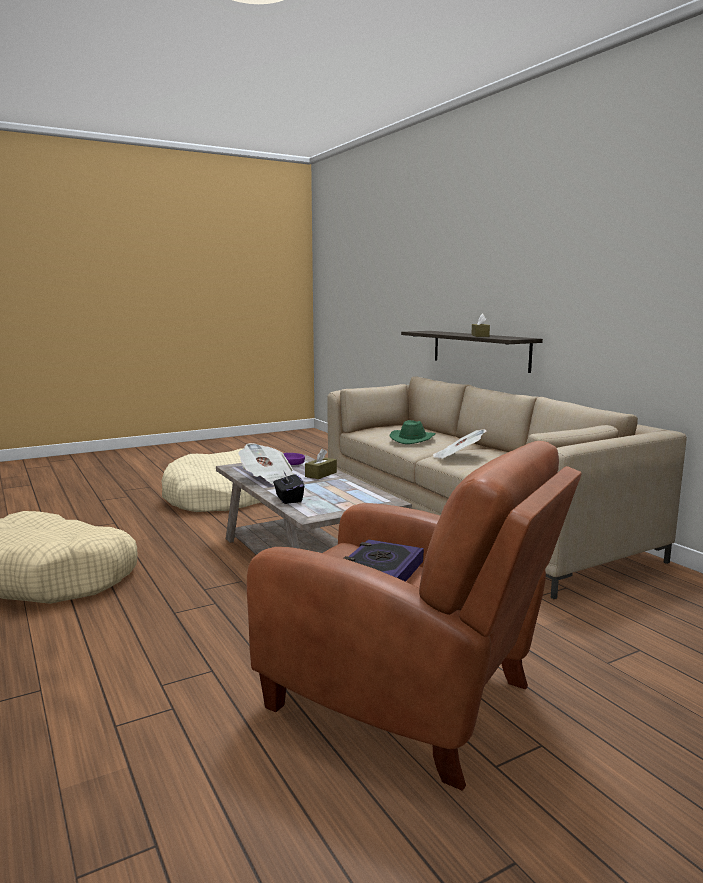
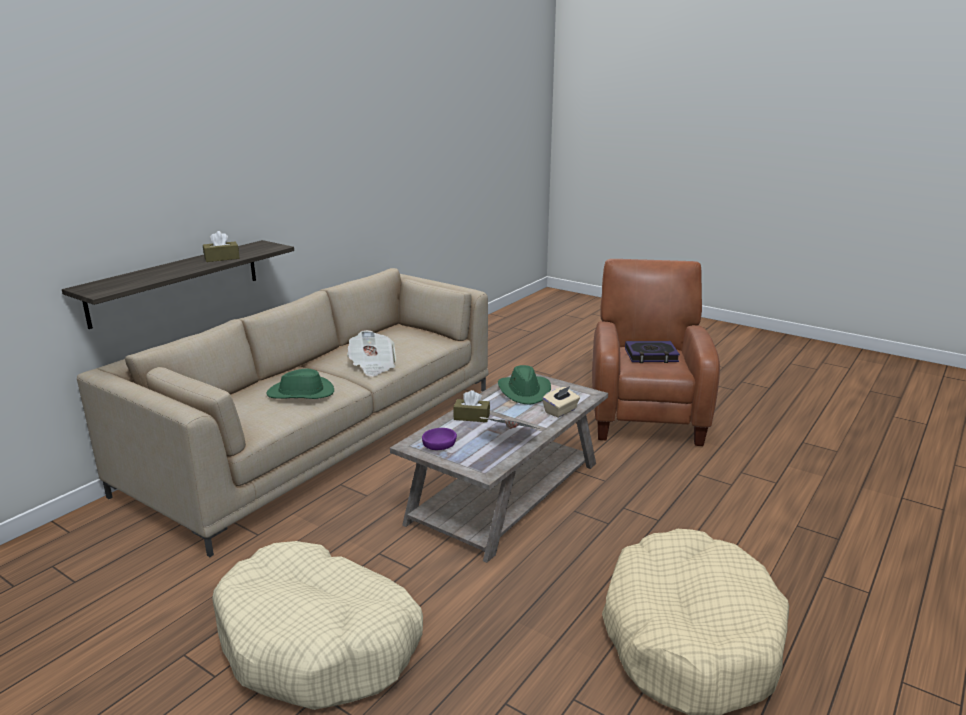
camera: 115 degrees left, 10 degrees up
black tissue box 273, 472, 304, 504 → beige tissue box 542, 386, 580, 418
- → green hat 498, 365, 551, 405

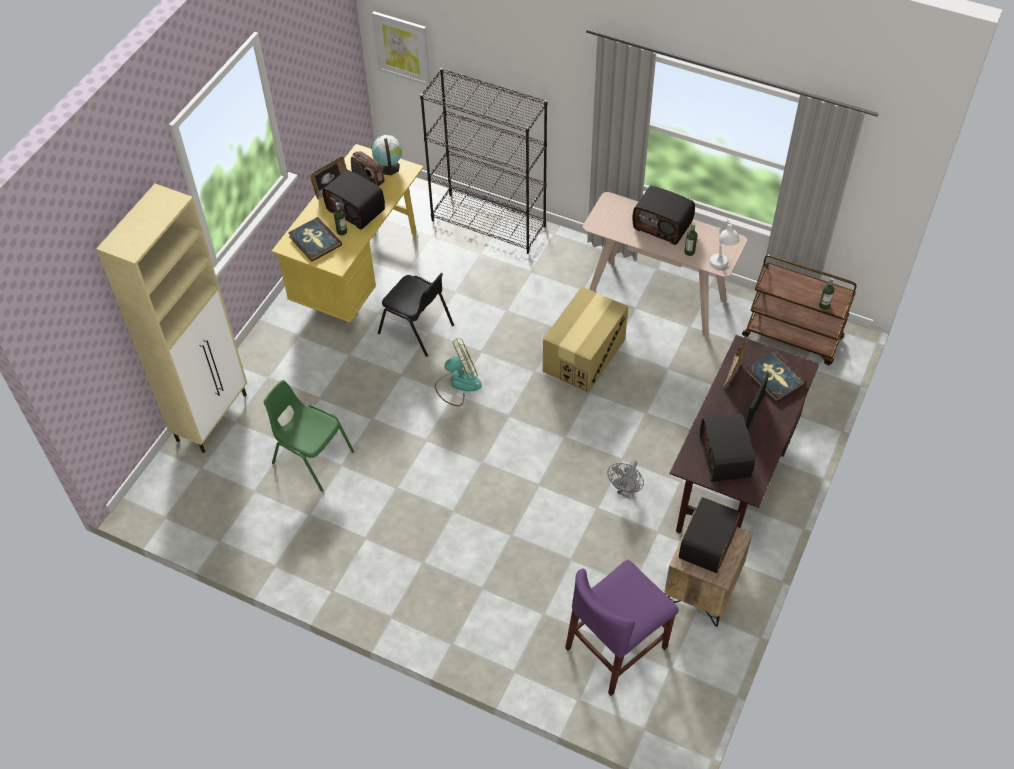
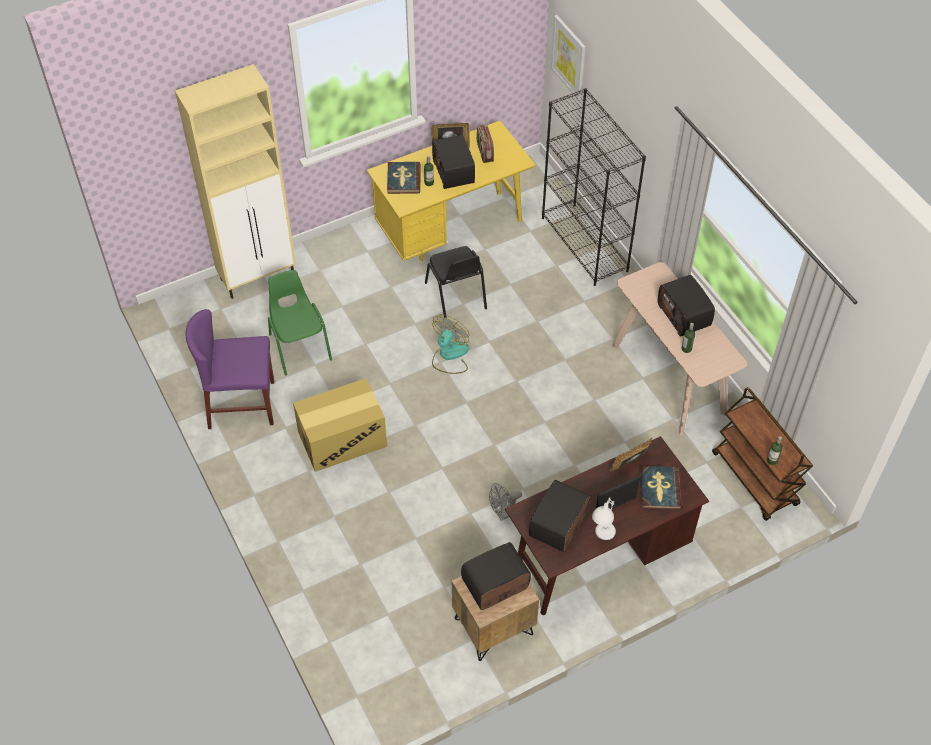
camera: 35 degrees right, 0 degrees up
globe 372, 135, 402, 175 → -
fan 435, 338, 482, 406 → fan 432, 314, 469, 374, 75 degrees counterclockwise
cardboard box 543, 287, 628, 393 → cardboard box 293, 378, 387, 472, shifted
purple chair 565, 560, 679, 696 → purple chair 186, 309, 274, 429, shifted
white table lamp 710, 219, 739, 269 → white table lamp 592, 499, 616, 540, shifted

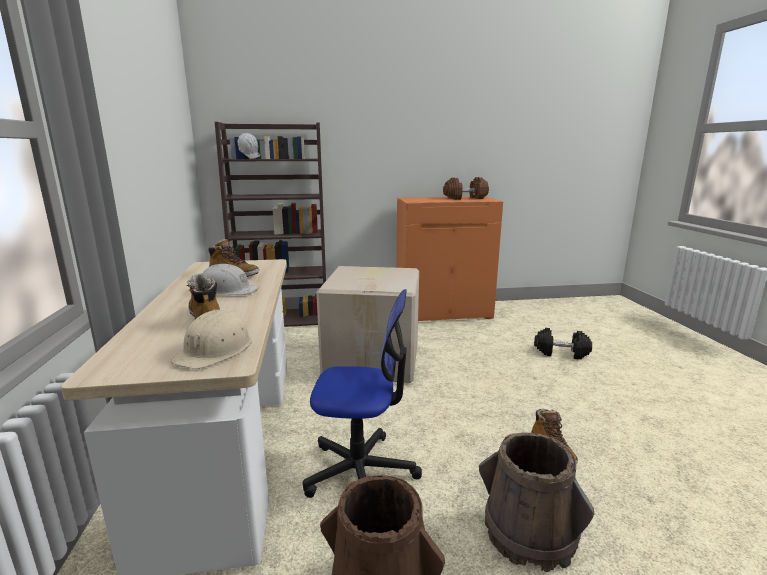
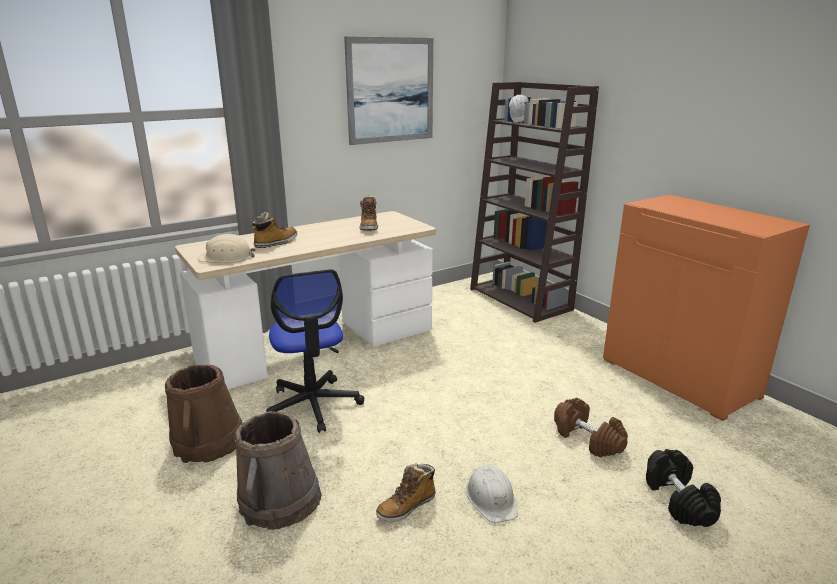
camera: 65 degrees right, 5 degrees up
white hard hat 202, 264, 259, 295 → white hard hat 466, 465, 518, 523, shifted
cardboard box 316, 266, 419, 383 → -
brown dumbbell 443, 177, 489, 200 → brown dumbbell 554, 398, 628, 458, shifted
- → picture 344, 36, 433, 145

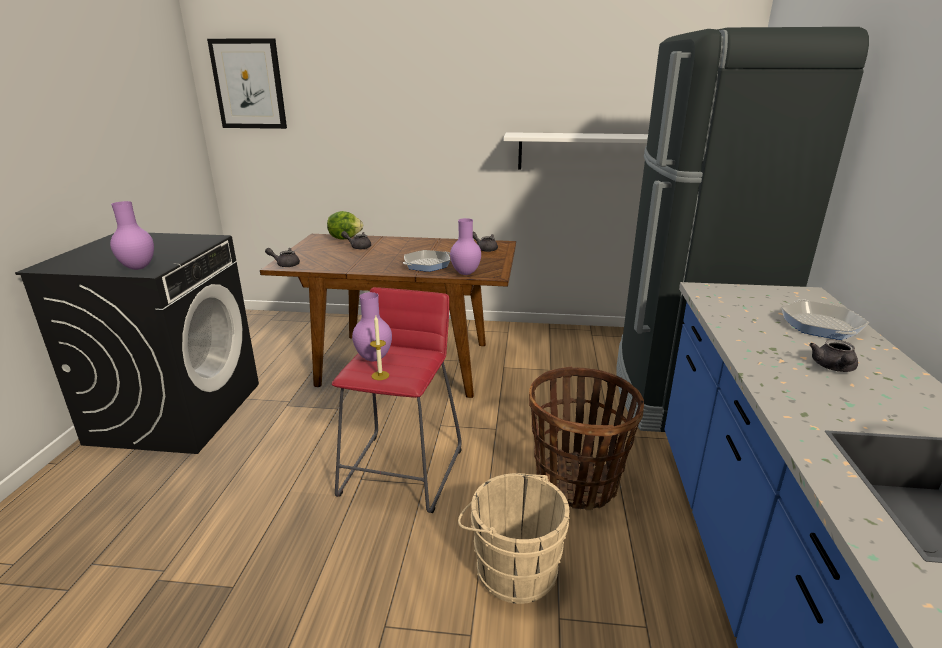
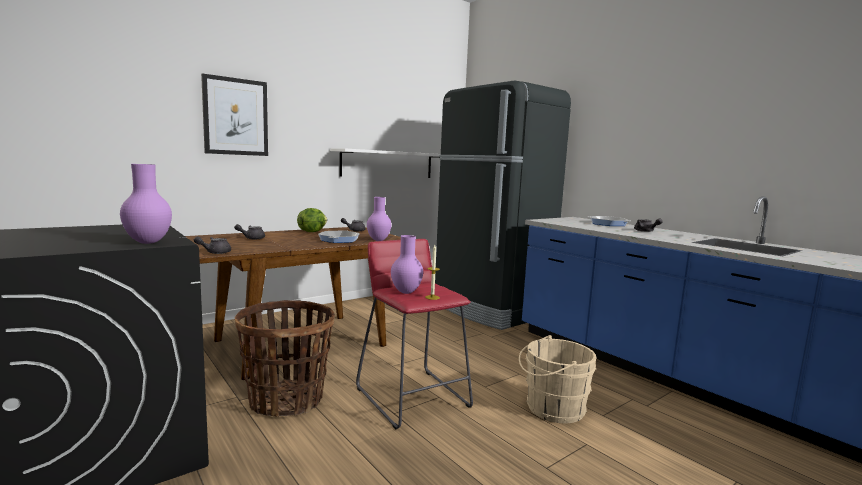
camera: 45 degrees left, 15 degrees down
picture 207, 38, 287, 129 → picture 201, 73, 268, 156, shifted
lettuce 327, 211, 363, 239 → lettuce 297, 208, 327, 232, shifted
basket 529, 366, 644, 510 → basket 235, 300, 335, 417, shifted

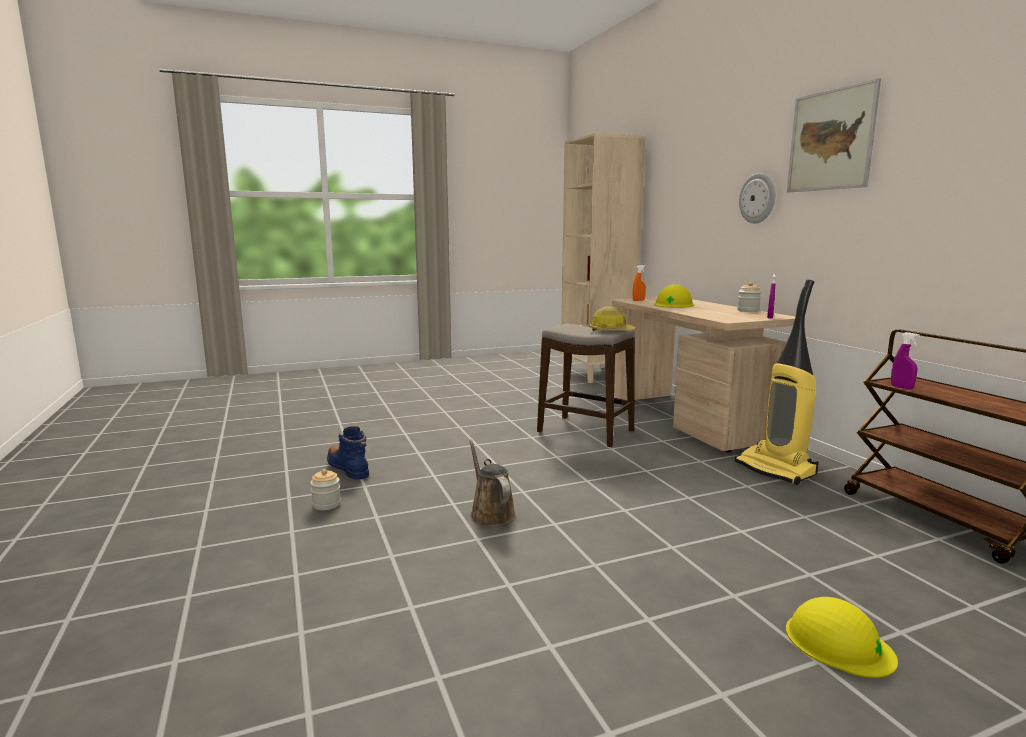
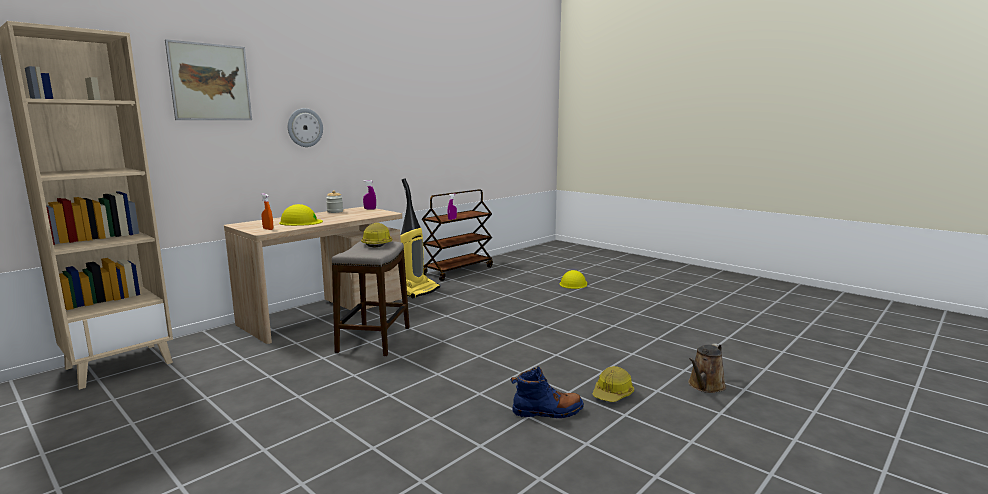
camera: 115 degrees left, 0 degrees up
jar 310, 469, 341, 510 → hard hat 592, 366, 634, 402
blue boot 327, 426, 369, 480 → blue boot 510, 366, 584, 418, 120 degrees counterclockwise
brown watering can 469, 439, 516, 526 → brown watering can 688, 343, 726, 393, shifted
picture 787, 78, 881, 193 → picture 165, 39, 252, 120, shifted

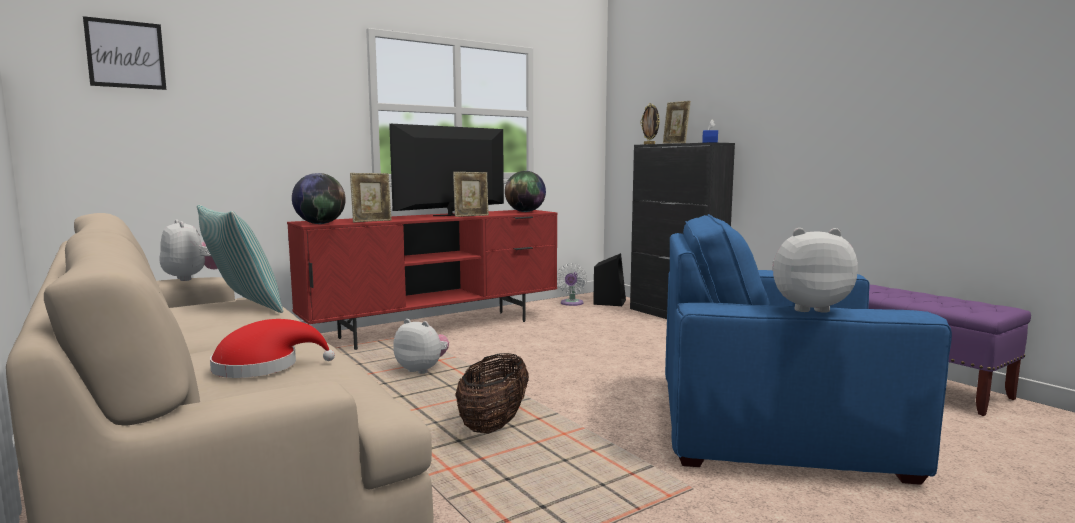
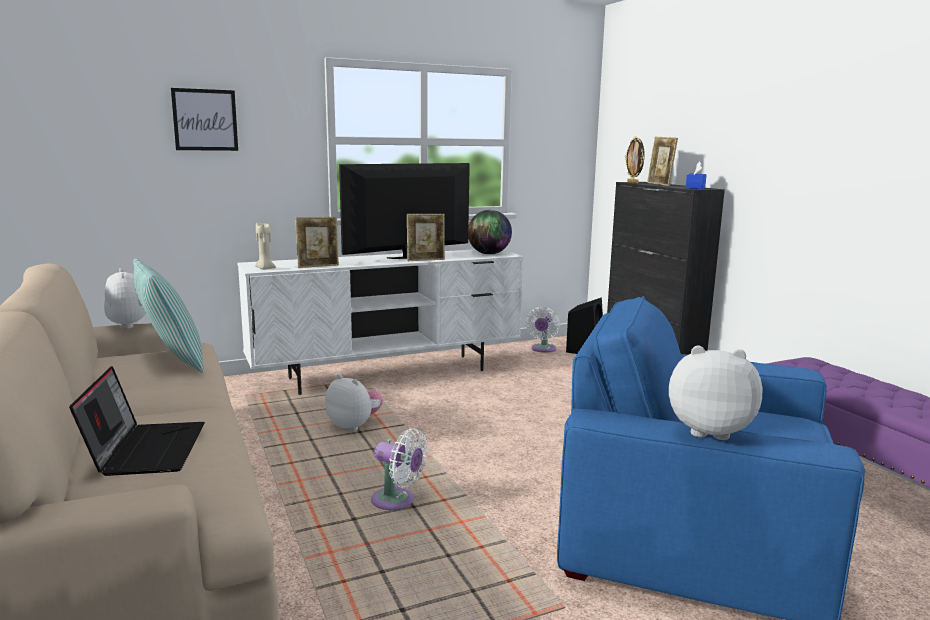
camera: 10 degrees right, 5 degrees up
picture 83, 16, 166, 90 → picture 171, 88, 238, 151, shifted
red hat 210, 319, 335, 378 → laptop 69, 366, 205, 476
red tv stand 287, 210, 558, 350 → white tv stand 237, 249, 524, 395
globe 292, 173, 346, 224 → beige candle 255, 223, 276, 270
basket 455, 353, 529, 434 → white fan 371, 429, 428, 510

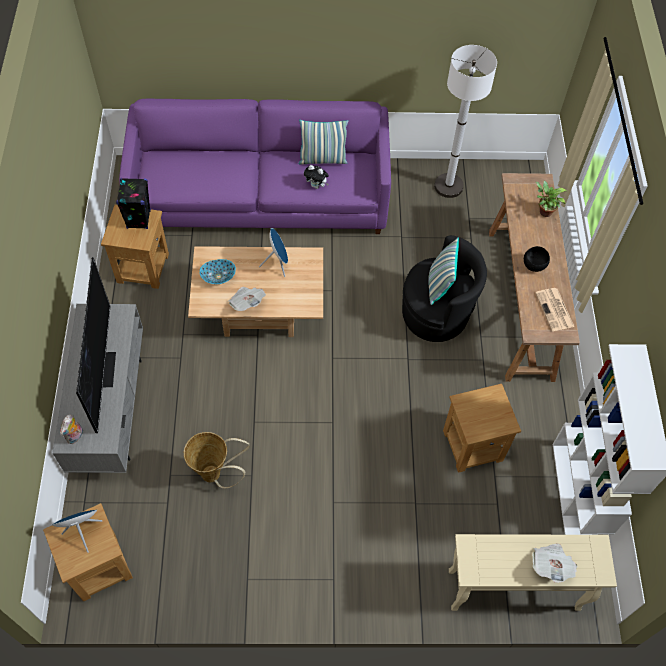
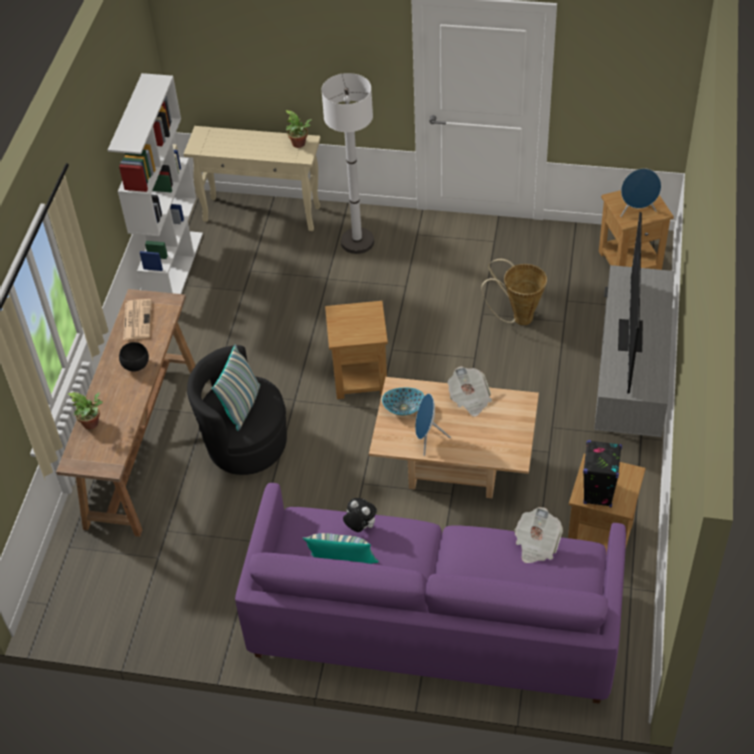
camera: 165 degrees left, 10 degrees down
plush toy 60, 415, 83, 444 → -
bowl 199, 259, 236, 284 → bowl 382, 388, 424, 415, shifted
white floor lamp 434, 45, 497, 198 → white floor lamp 321, 73, 374, 254, shifted
brown side table 443, 384, 521, 473 → brown side table 325, 301, 388, 399, shifted
newspaper 532, 543, 577, 583 → newspaper 514, 507, 563, 563, shifted
- → potted plant 285, 110, 312, 148

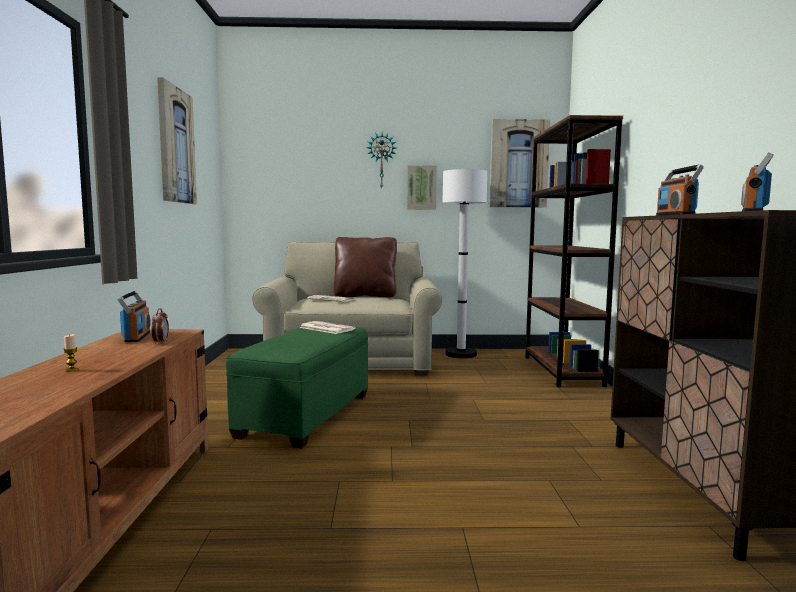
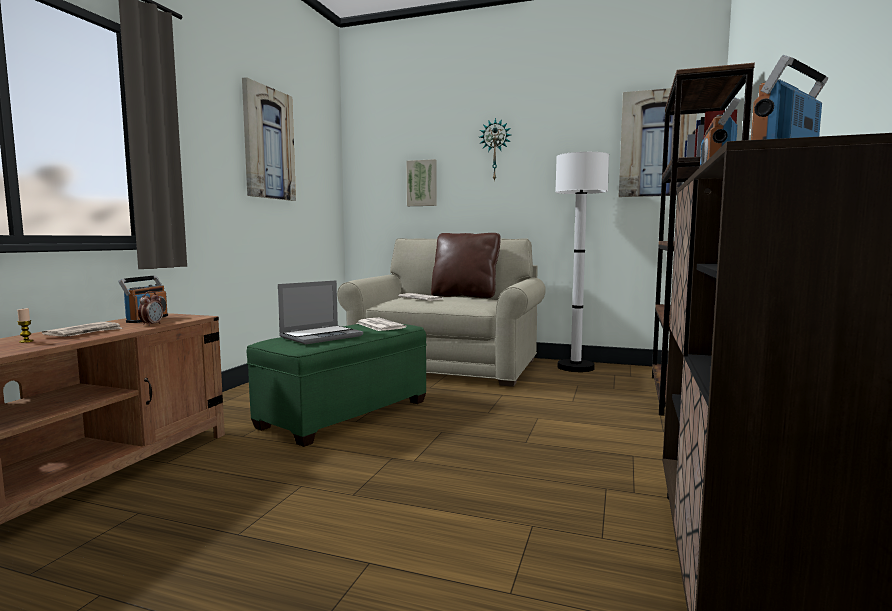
camera: 20 degrees right, 0 degrees up
picture 407, 165, 437, 210 → picture 407, 159, 437, 206, shifted
- → newspaper 42, 322, 123, 337
- → laptop 278, 280, 363, 344

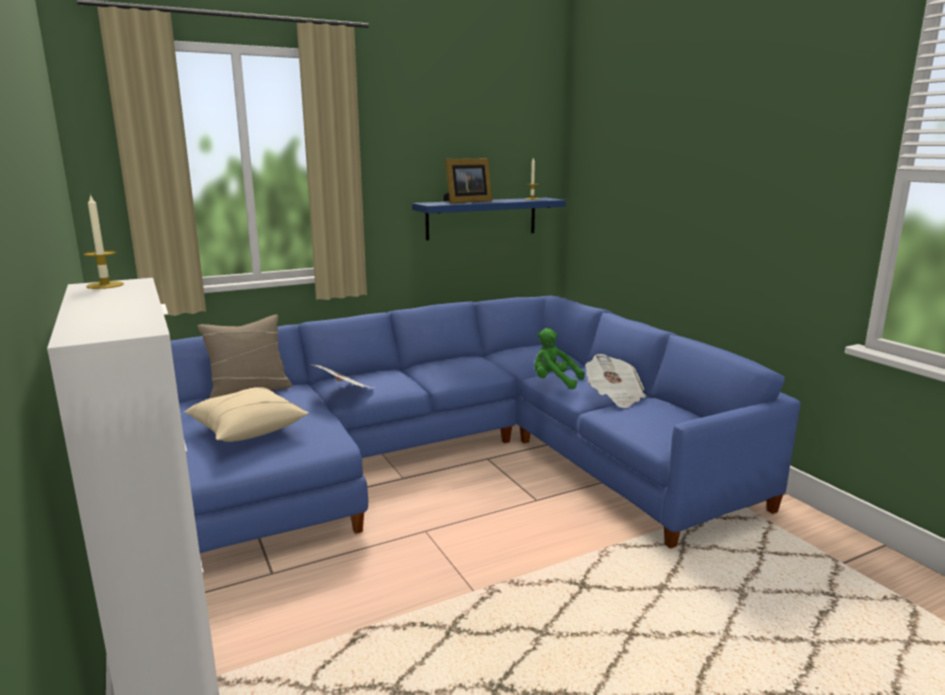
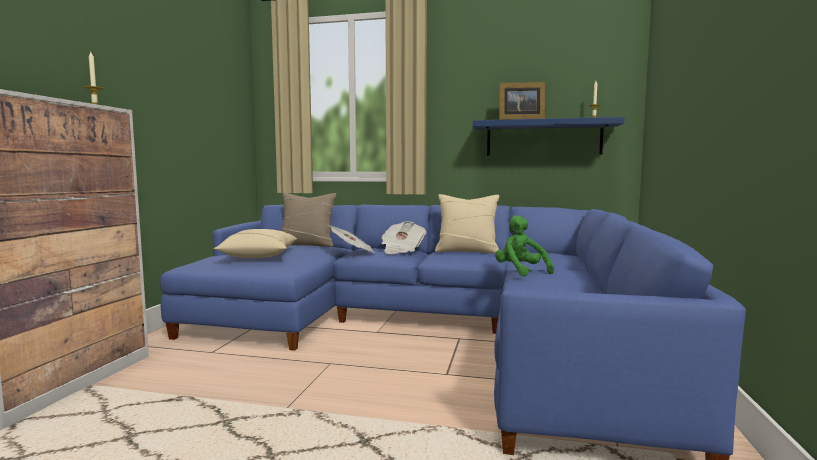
camera: 40 degrees right, 10 degrees down
newspaper 585, 354, 646, 408 → newspaper 381, 221, 426, 254, shifted
- → beige pillow 435, 194, 499, 254

